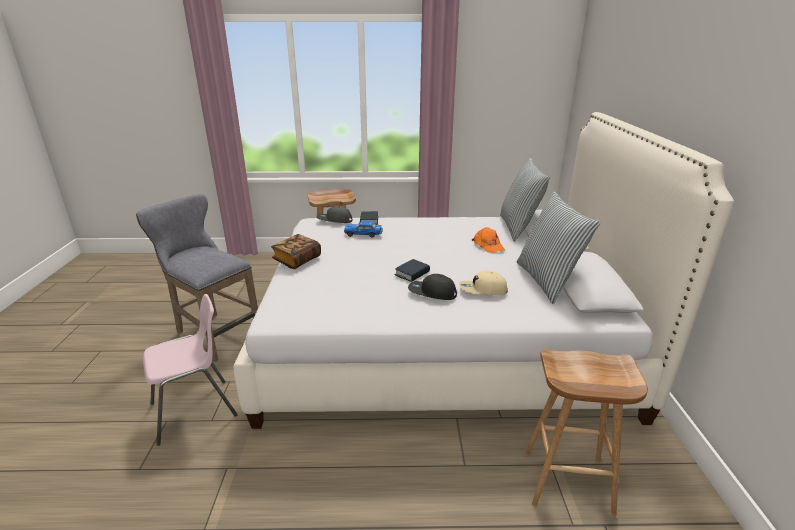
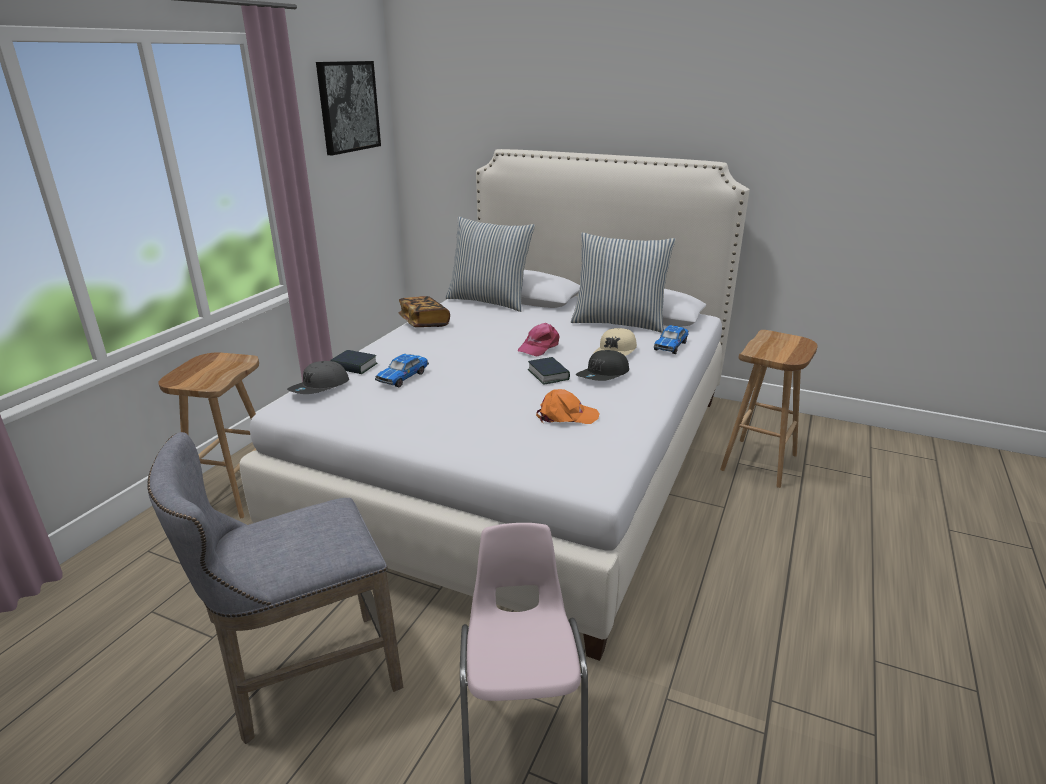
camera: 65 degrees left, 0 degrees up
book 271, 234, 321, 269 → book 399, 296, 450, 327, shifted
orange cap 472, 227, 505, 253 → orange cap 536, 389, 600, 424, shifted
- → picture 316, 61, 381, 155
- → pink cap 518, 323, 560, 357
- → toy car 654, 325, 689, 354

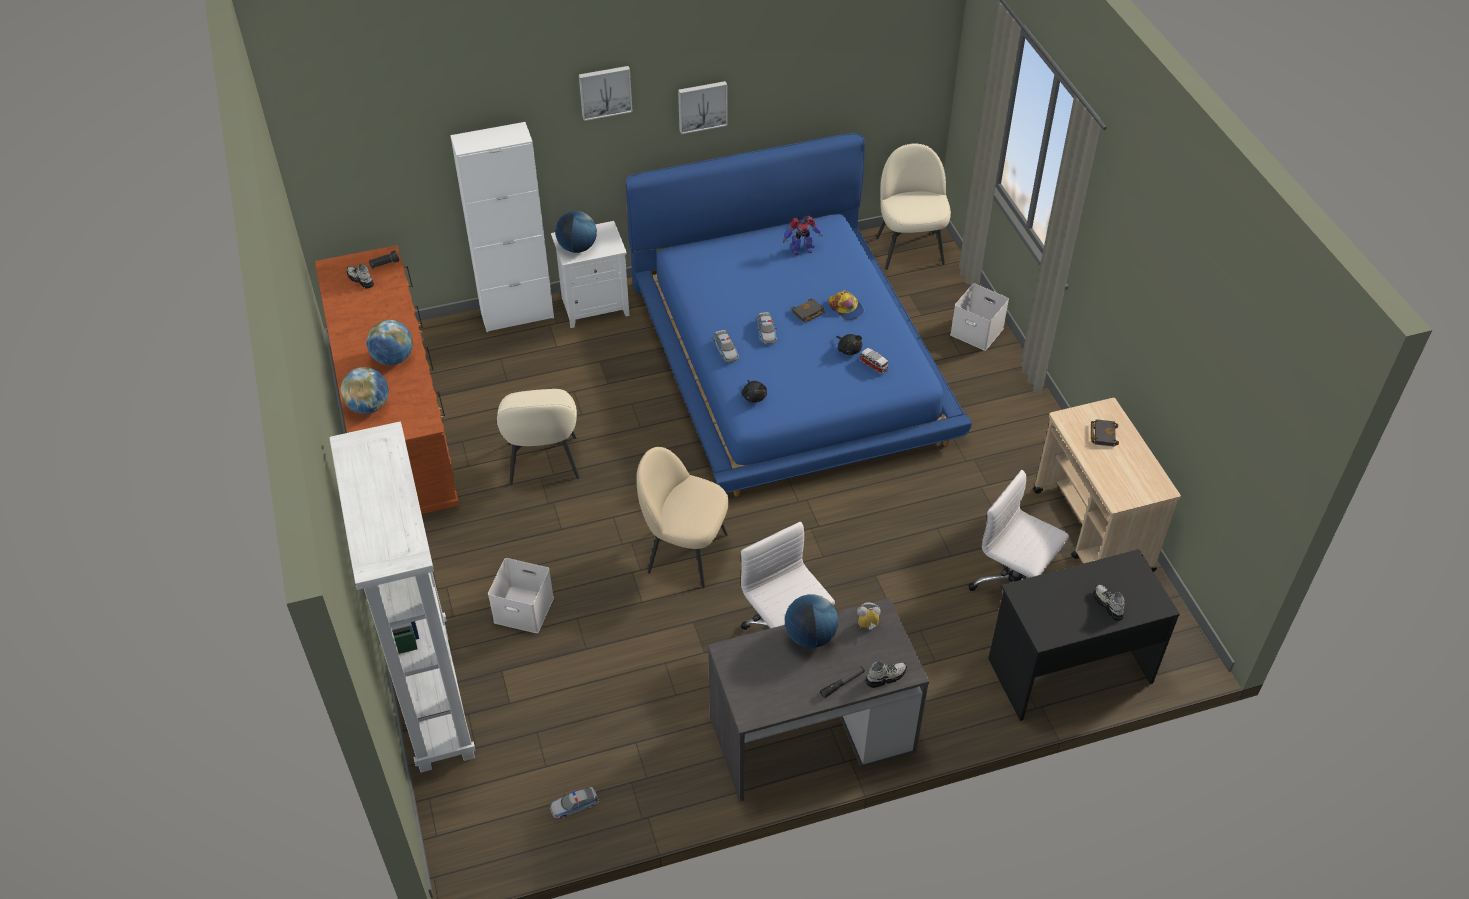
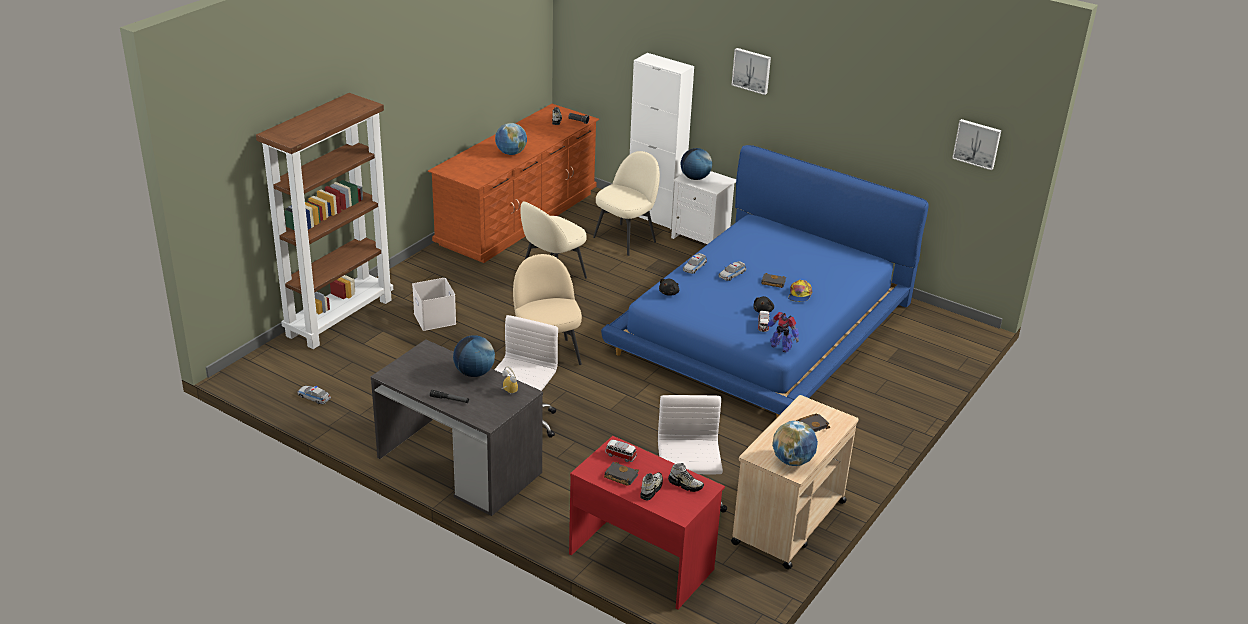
camera: 50 degrees right, 15 degrees down
white bookcase 329, 422, 476, 772 → brown bookcase 256, 93, 393, 349
globe 340, 367, 389, 414 → globe 772, 421, 818, 466, shifted
picture 678, 81, 728, 134 → picture 952, 119, 1001, 170, shifted
toy robot 783, 216, 823, 255 → toy robot 765, 312, 799, 352, shifted
shoe 865, 661, 907, 688 → shoe 668, 463, 704, 492, shifted
beige chair 876, 144, 951, 270 → beige chair 593, 151, 660, 256, shifted
white storage box 950, 283, 1009, 351 → -
black desk 988, 549, 1180, 721 → red desk 569, 436, 725, 610
- → black book 604, 462, 639, 486
- → toy car 605, 440, 637, 462

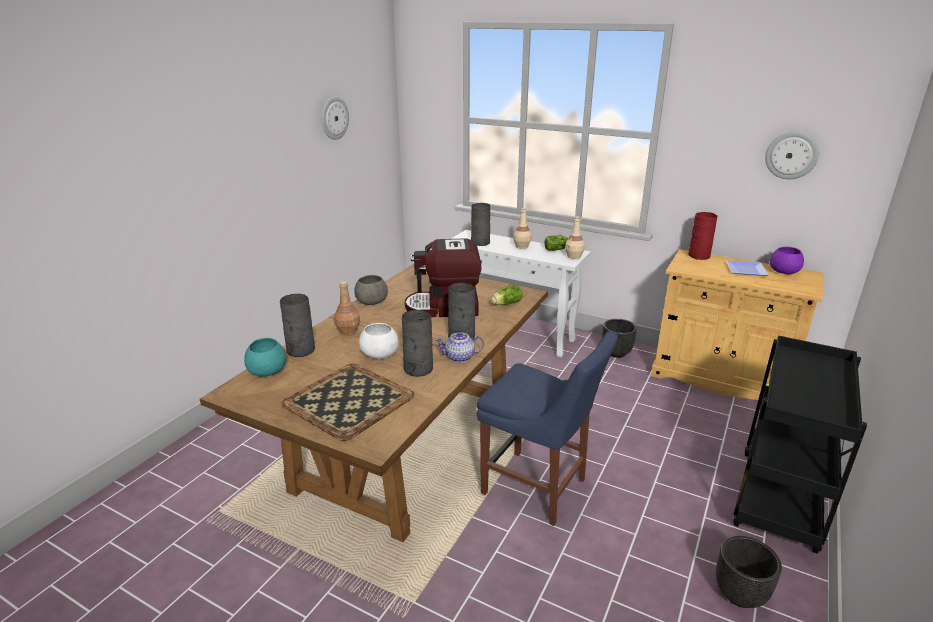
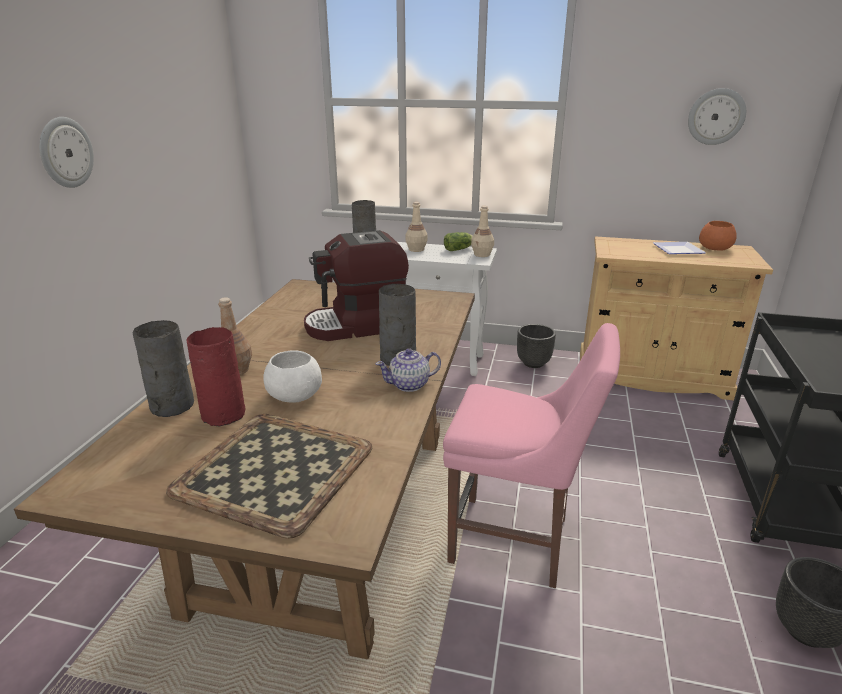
camera: 15 degrees left, 0 degrees up
turquoise bowl 244, 338, 286, 376 → -
wall clock 322, 96, 349, 140 → wall clock 39, 117, 94, 188, shifted
grey bowl 354, 275, 388, 305 → -
grey vase 402, 310, 433, 377 → -
blue chair 477, 331, 618, 526 → pink chair 443, 323, 620, 588
lettuce 491, 284, 523, 305 → -
red vase 688, 212, 718, 260 → red vase 187, 327, 246, 427, shifted
purple bowl 770, 247, 804, 274 → orange bowl 699, 221, 737, 251

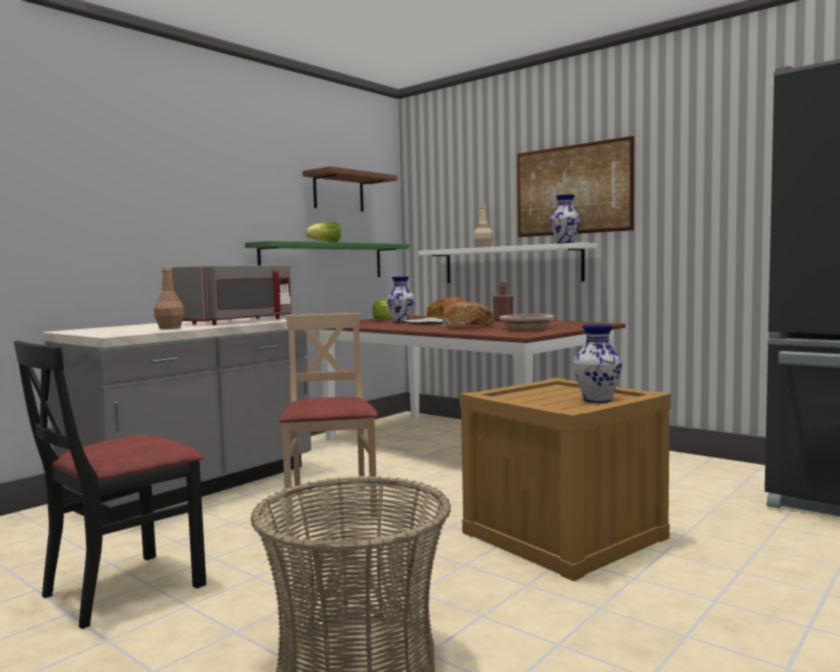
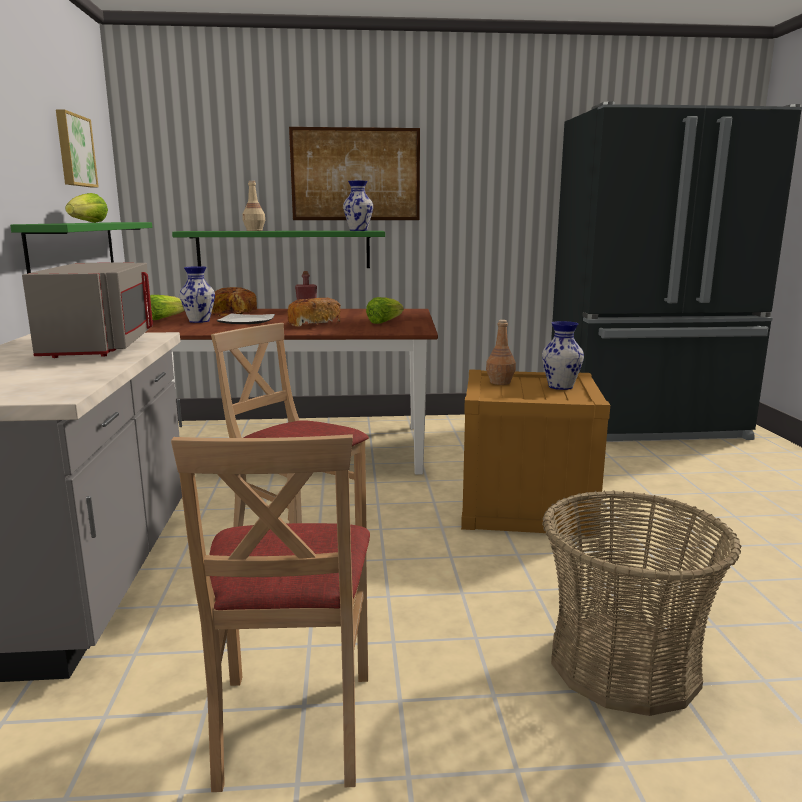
camera: 45 degrees left, 10 degrees up
black chair 14, 340, 206, 629 → beige chair 171, 434, 370, 792
brown bottle 154, 267, 185, 329 → brown bottle 486, 320, 516, 385, shifted
brown shelf 303, 166, 398, 212 → picture 56, 109, 99, 187
white shelf 418, 243, 598, 283 → green shelf 172, 231, 385, 268
beige bowl 499, 314, 555, 330 → lettuce 366, 297, 404, 324

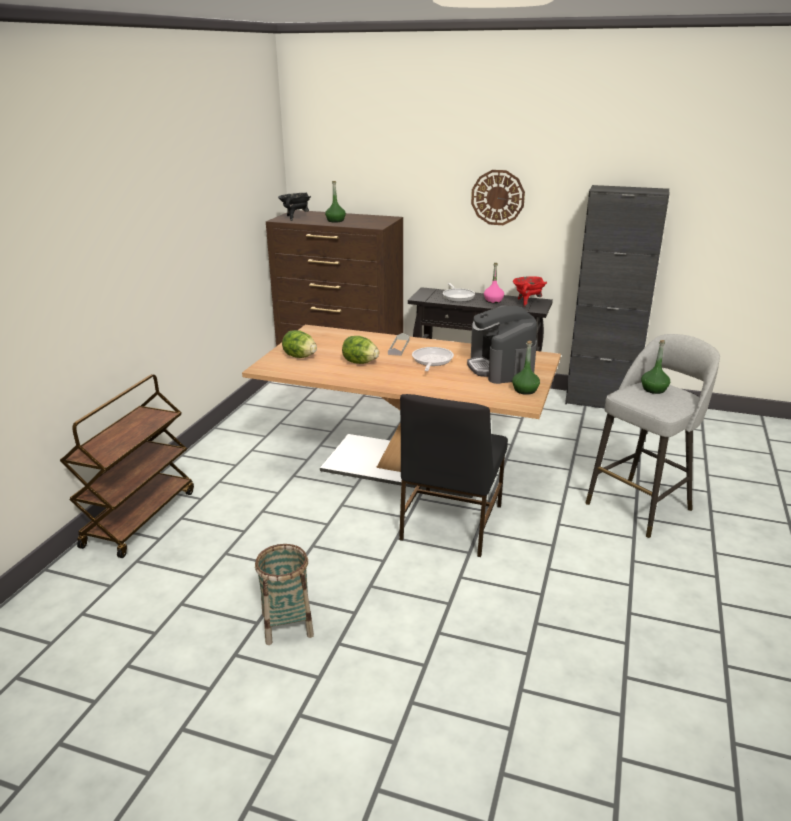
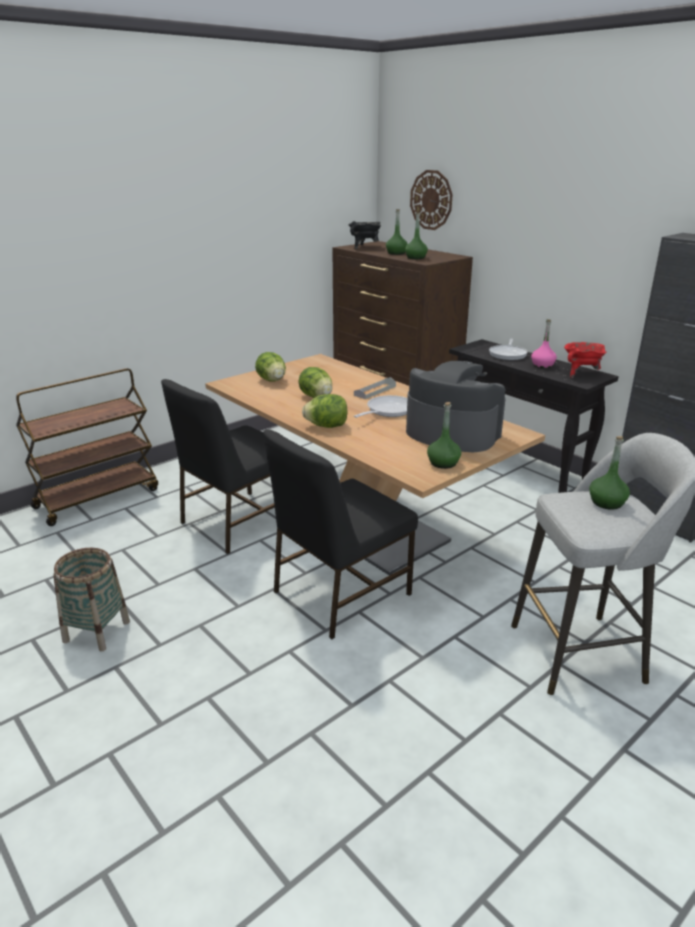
camera: 30 degrees right, 0 degrees up
coffee machine 467, 305, 537, 384 → coffee machine 406, 361, 506, 452, 105 degrees clockwise
wall clock 471, 170, 525, 225 → wall clock 410, 170, 453, 230, shifted
- → black chair 161, 379, 275, 554
- → lettuce 302, 394, 348, 428
- → green bottle 405, 212, 428, 259

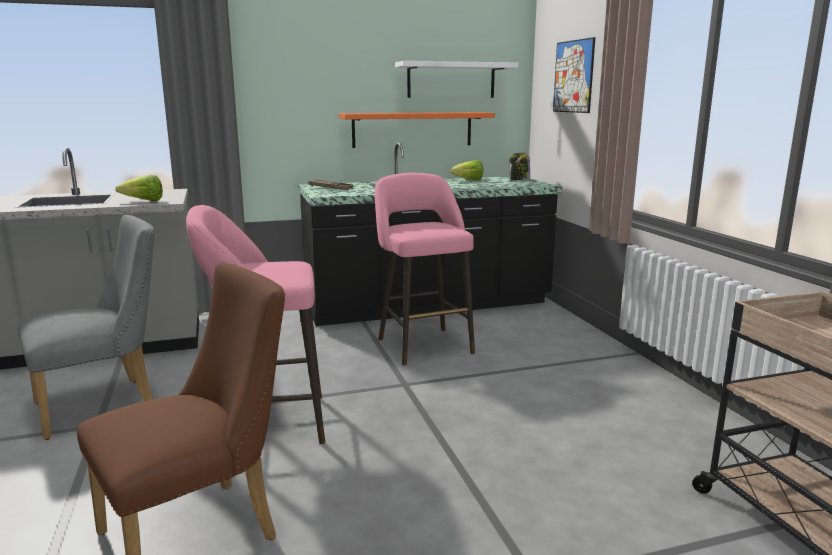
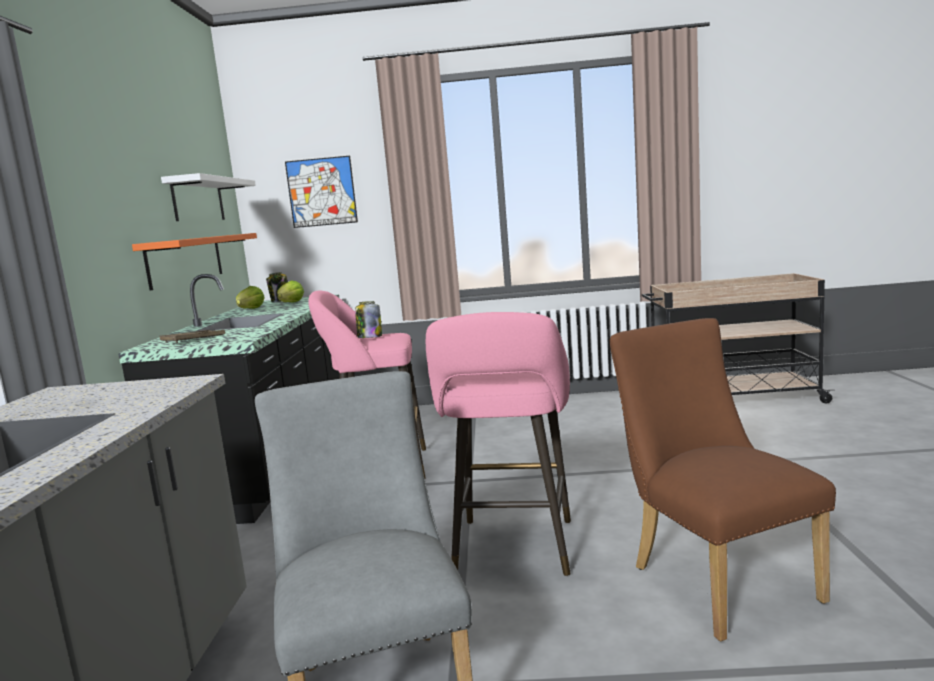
camera: 70 degrees left, 5 degrees down
lettuce 115, 175, 163, 201 → lettuce 277, 281, 304, 303, shifted
- → jar 355, 301, 382, 338

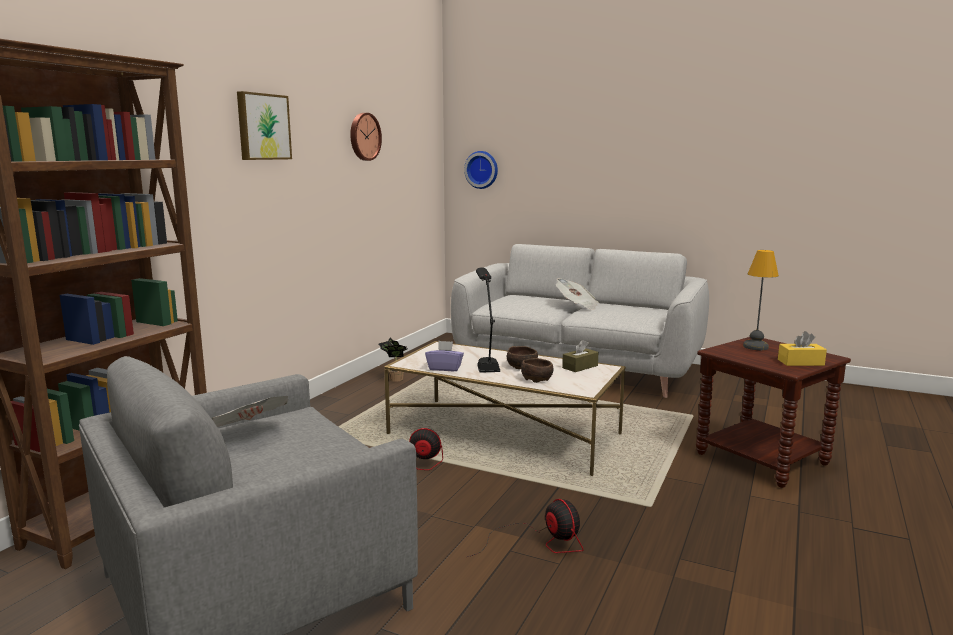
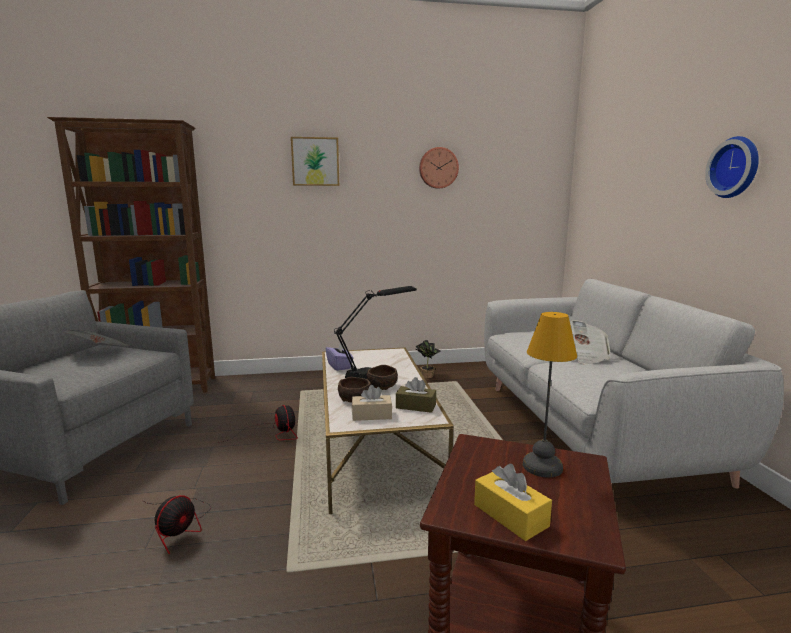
camera: 55 degrees right, 0 degrees up
wall clock 464, 151, 498, 189 → wall clock 705, 136, 759, 198, shifted
- → beige tissue box 352, 385, 392, 421

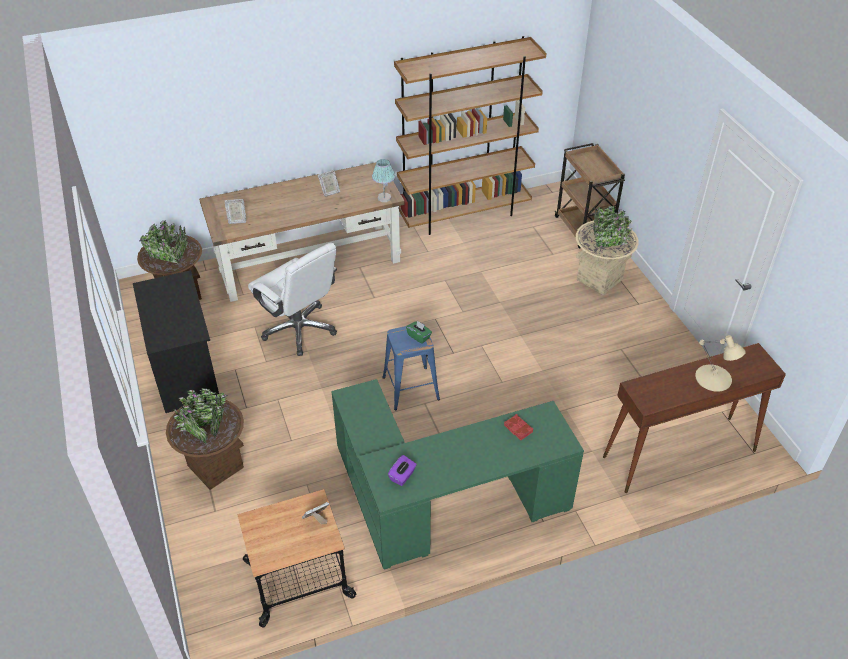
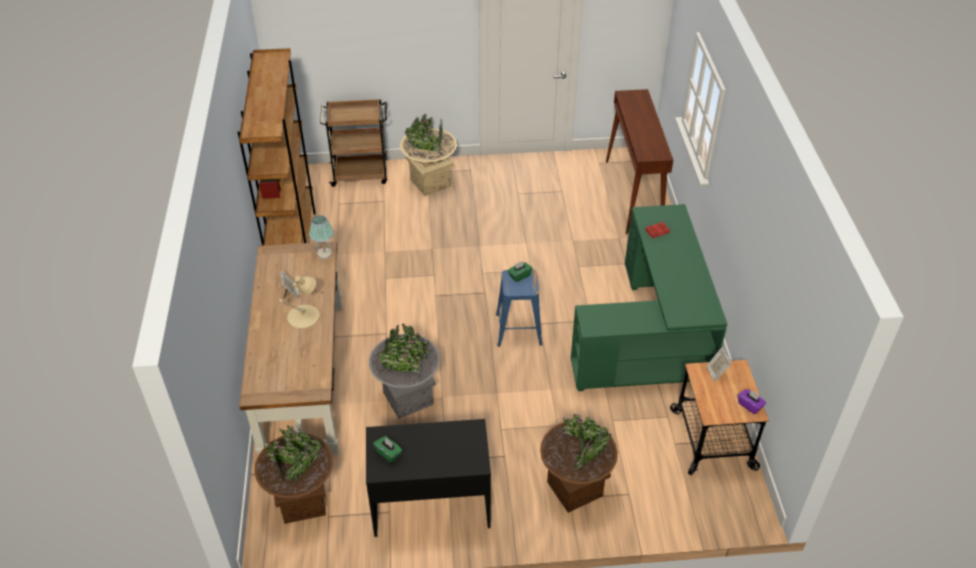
camera: 75 degrees left, 0 degrees up
picture frame 224, 199, 246, 224 → -
white office chair 248, 242, 337, 356 → grey planter 369, 323, 440, 419
purple tissue box 388, 455, 417, 486 → purple tissue box 738, 389, 766, 414, shifted
beige table lamp 695, 335, 746, 392 → beige table lamp 279, 276, 320, 329, shifted
- → green tissue box 373, 436, 402, 463

